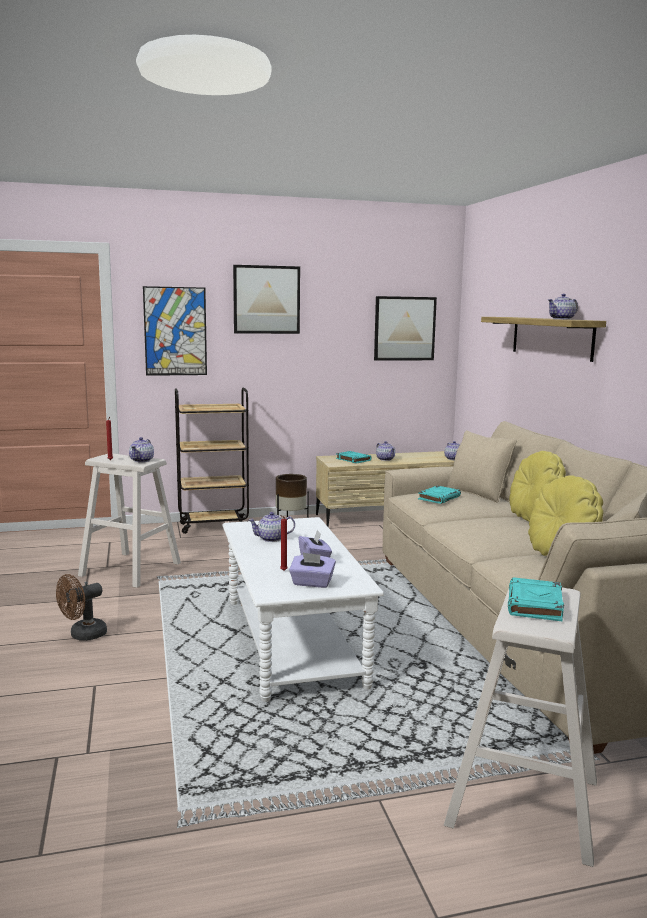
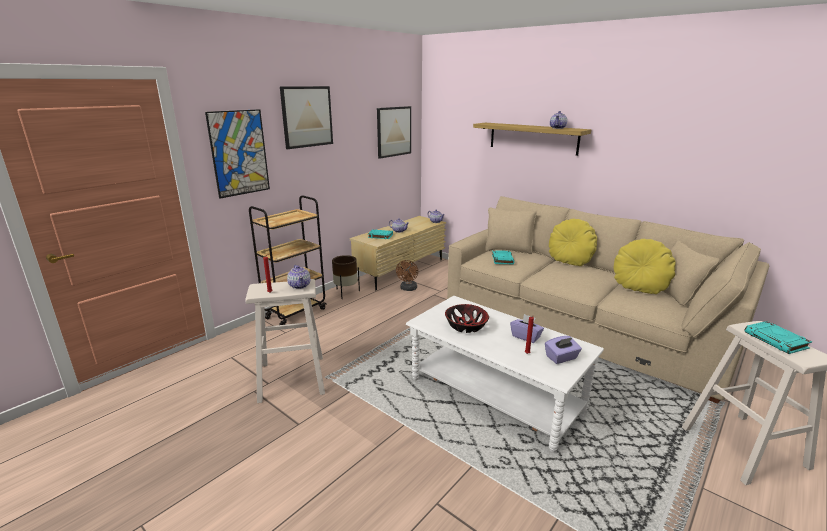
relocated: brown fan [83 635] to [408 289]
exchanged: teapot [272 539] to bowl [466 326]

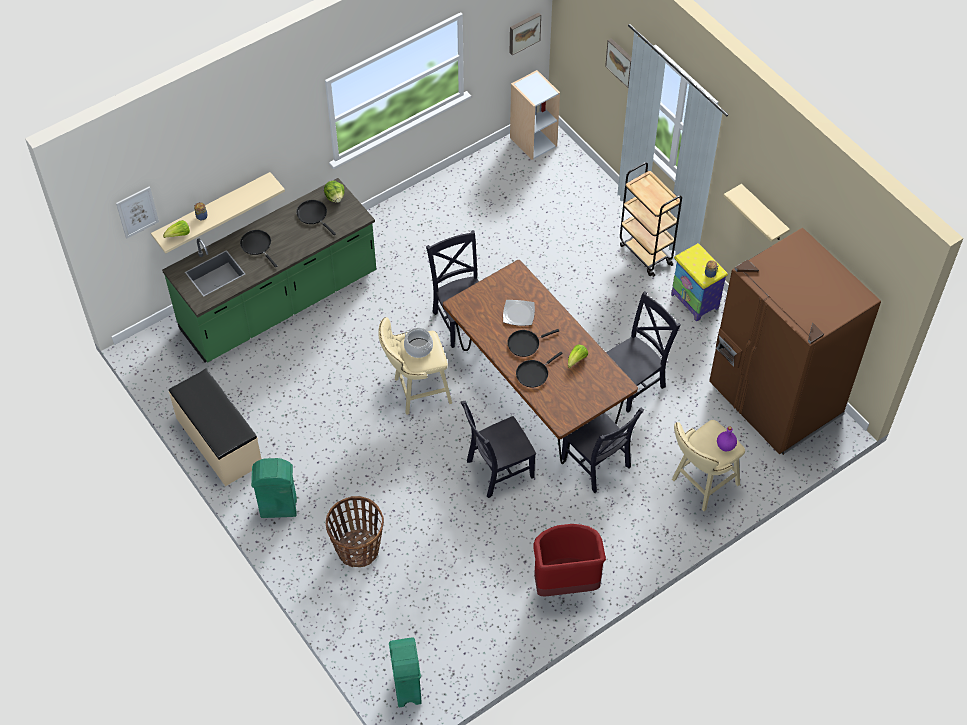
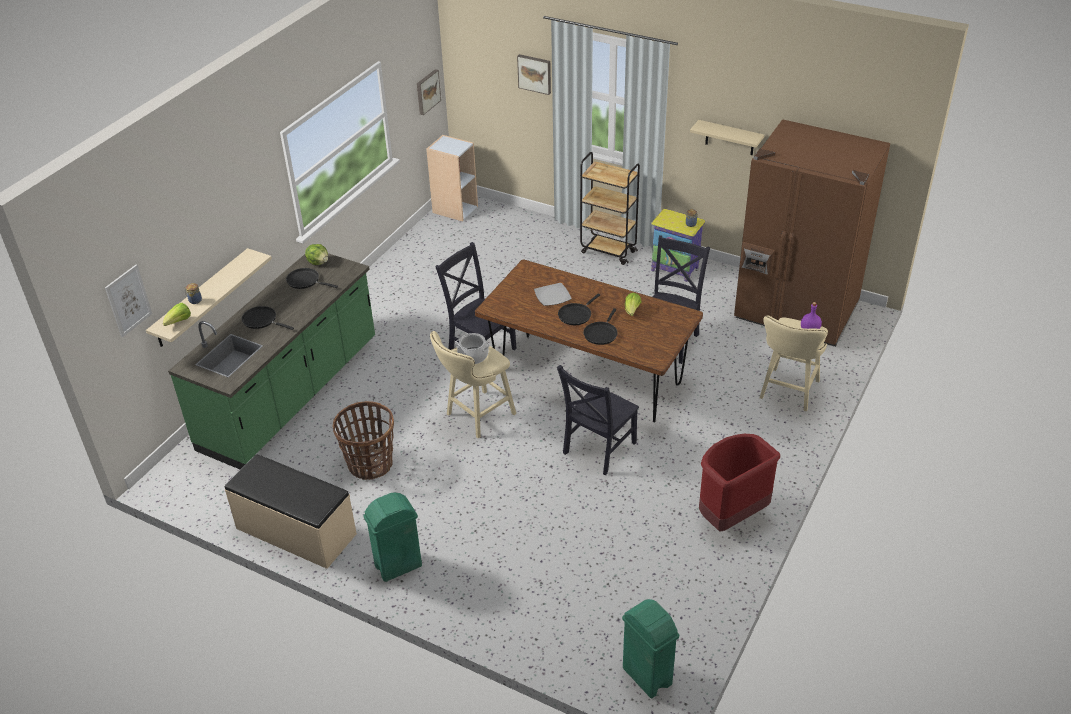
missing: black chair [597 465]
relocated: basket [357 548] to [370 464]

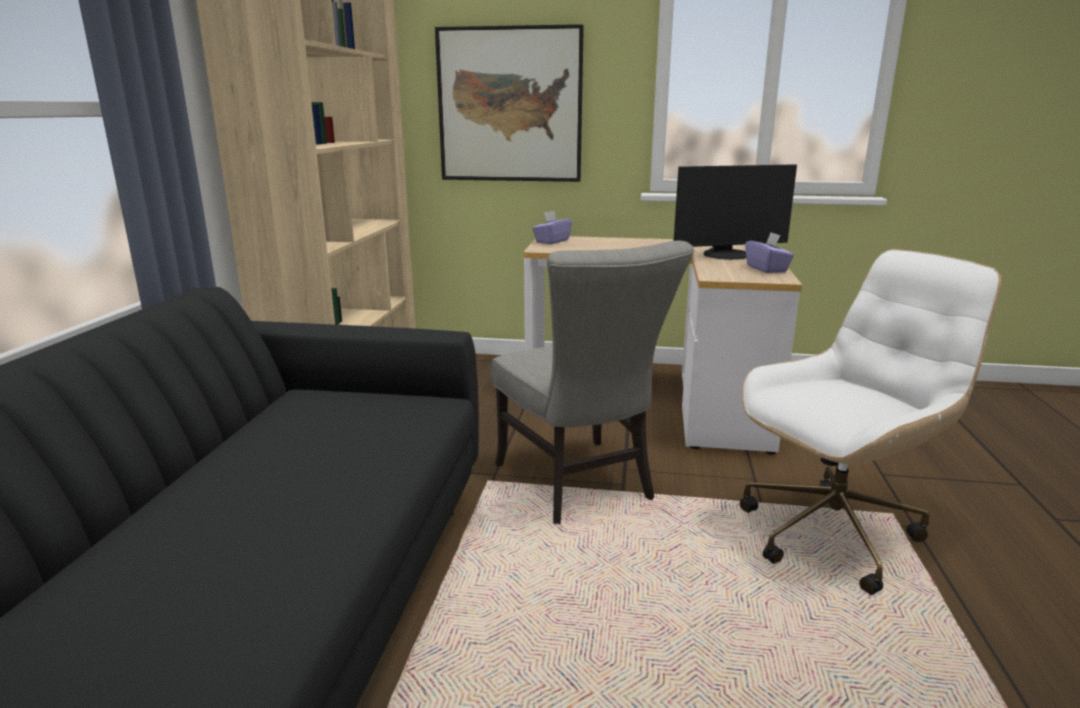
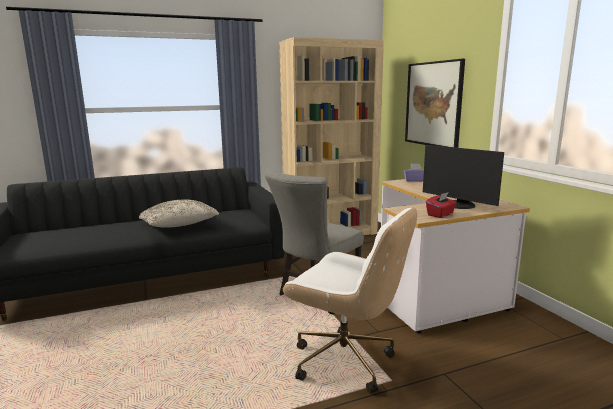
appeared: beige pillow [178 225]
colour: purple tissue box [767 269] to red tissue box [440 214]

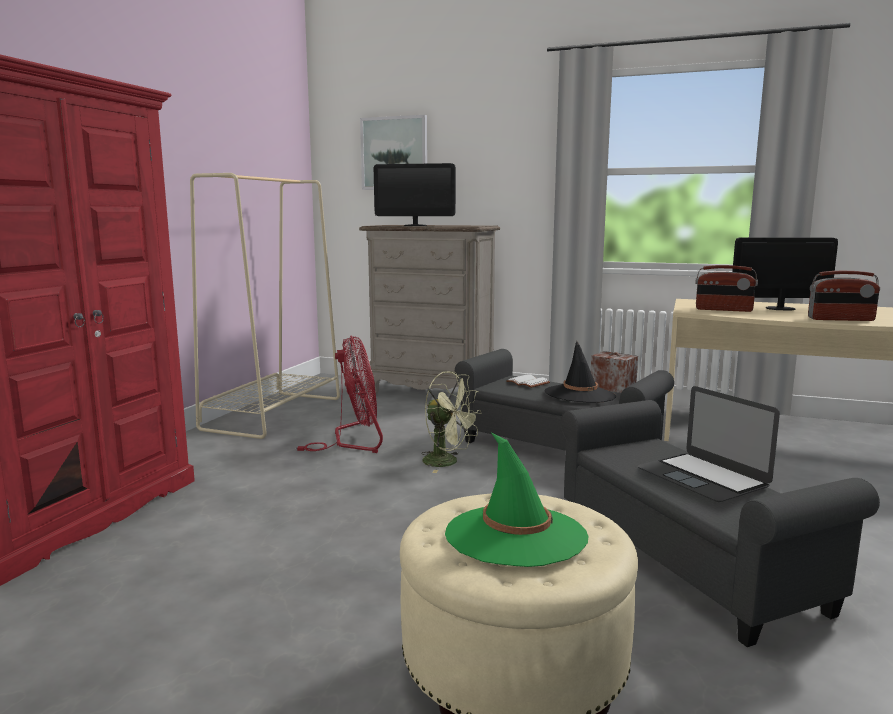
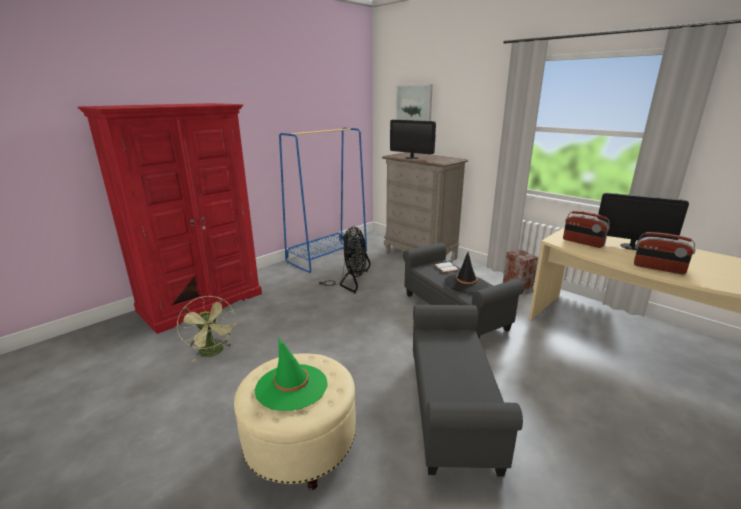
missing: laptop [702 477]
relocated: green fan [448 462] to [213 353]
colour: beige clothes rack [273 414] to blue clothes rack [327 257]; red fan [351 439] to black fan [350 281]

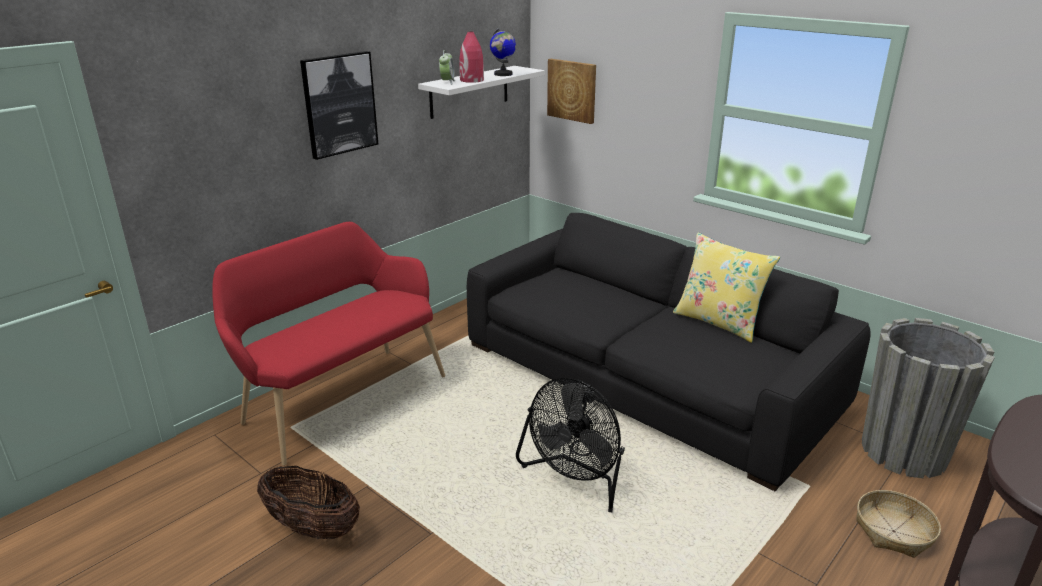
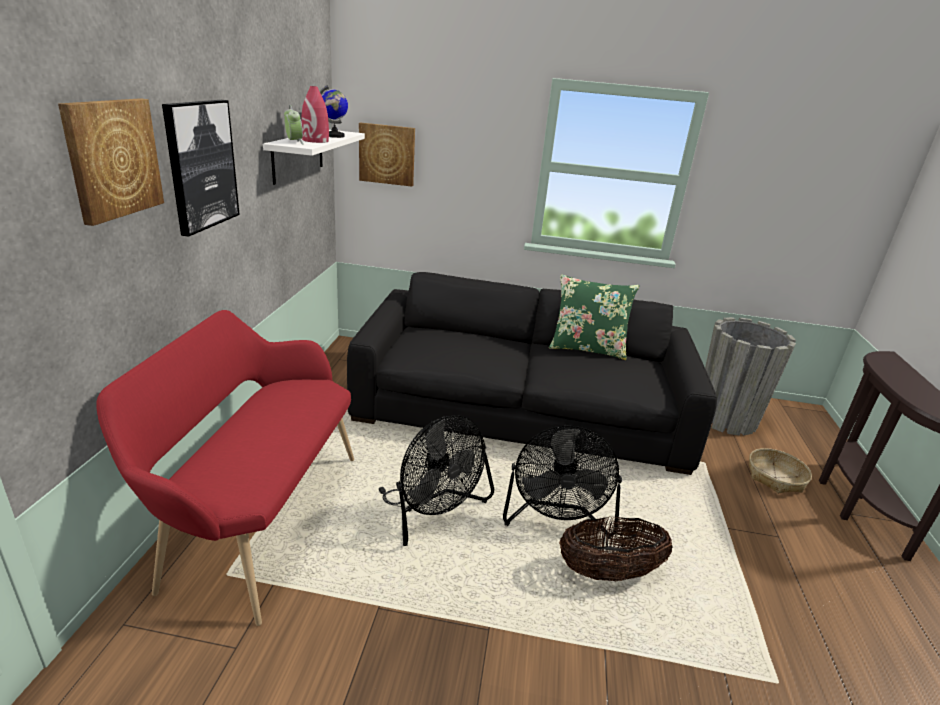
appeared: picture [113 158]; black fan [431 512]
relocated: basket [312 527] to [608 572]
colour: yellow pillow [718 322] to green pillow [587 348]

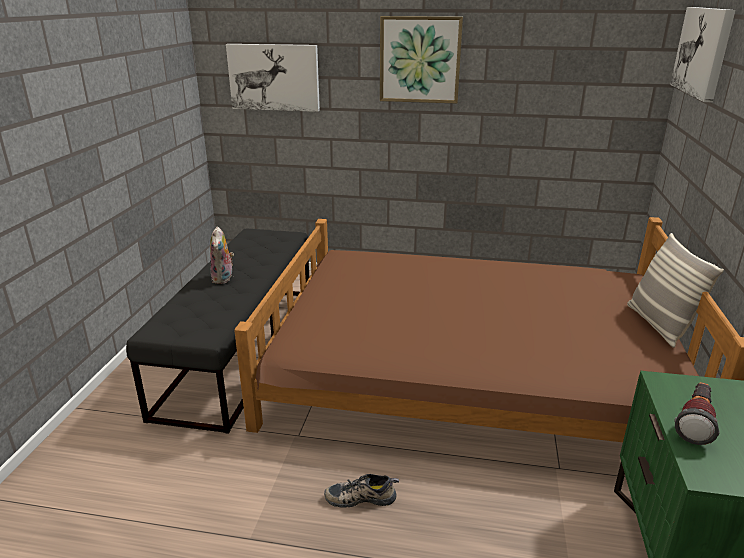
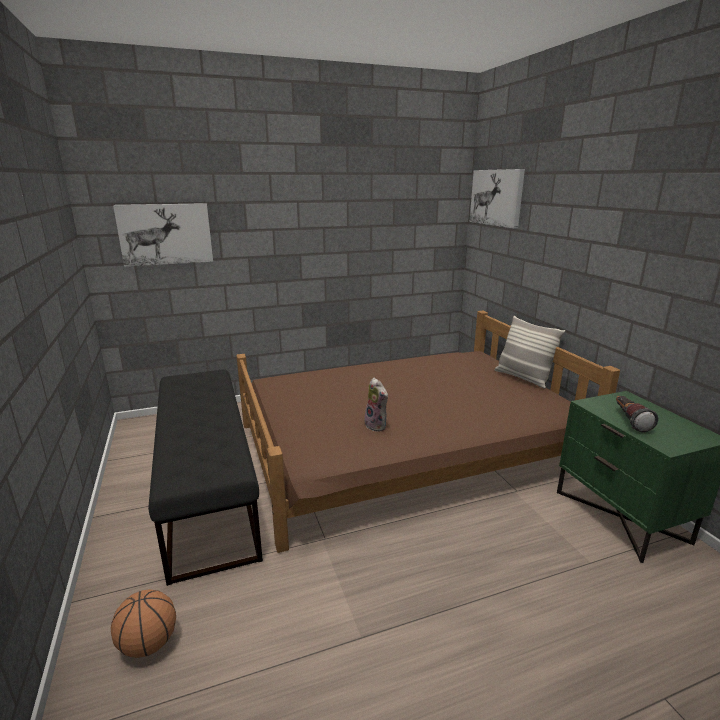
missing: shoe [361 496]; picture [420 60]
appeared: basketball [149 644]
relocated: plush toy [224 279] to [377 425]

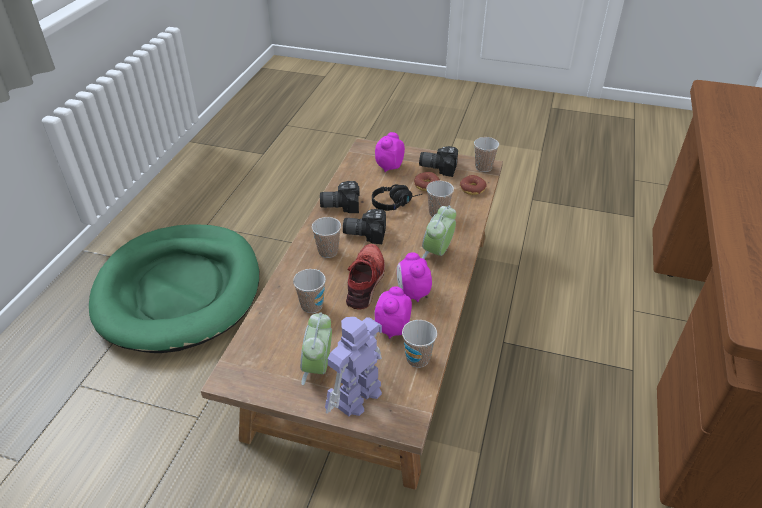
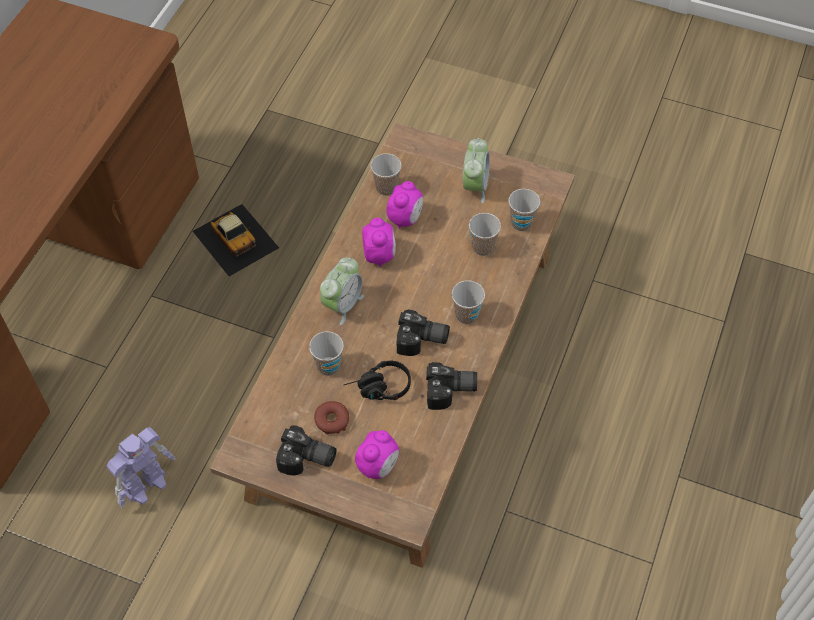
missing: green dog bed [179 290]; red shoe [366 281]; donut [472 189]
appeared: toy car [235 239]
relocated: toy robot [357 397] to [147 484]; cup [483 167] to [521 223]

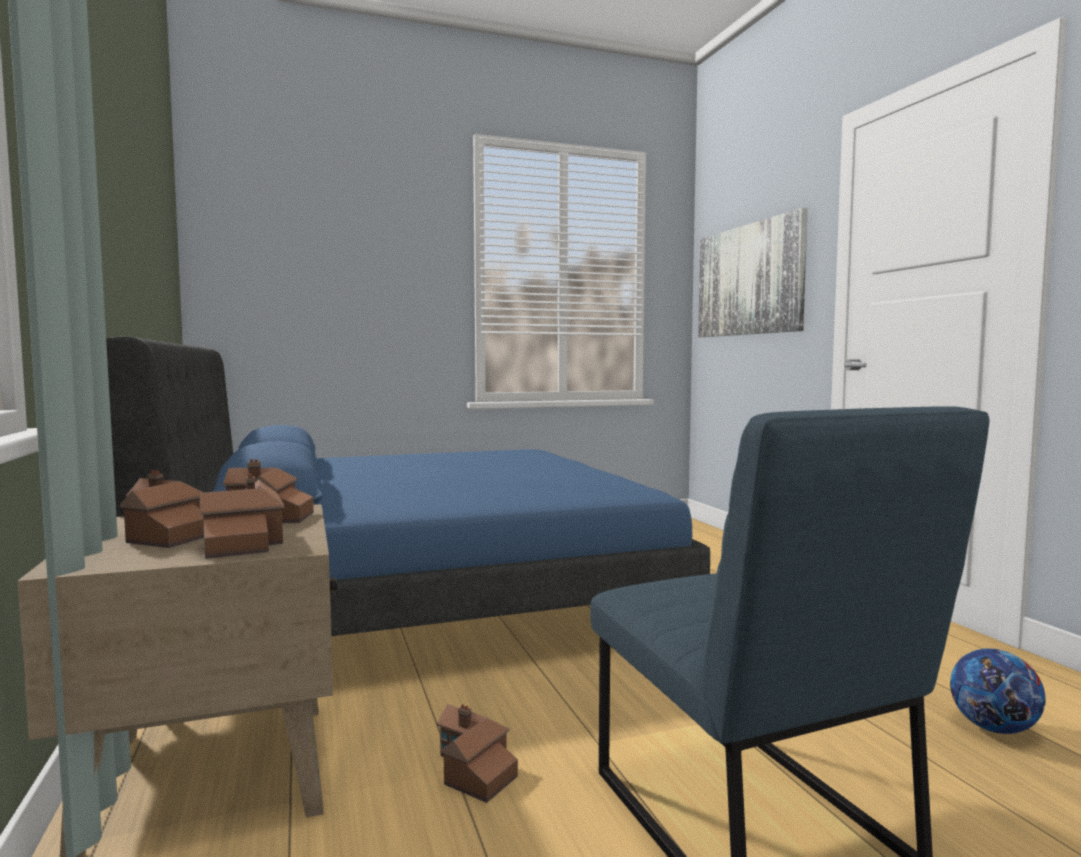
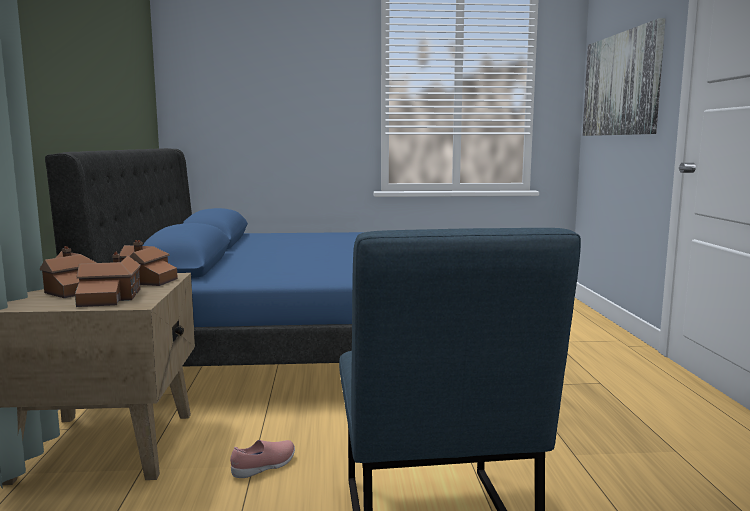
missing: football [993 728]
exchanged: toy house [472 770] to pink shoe [264 467]

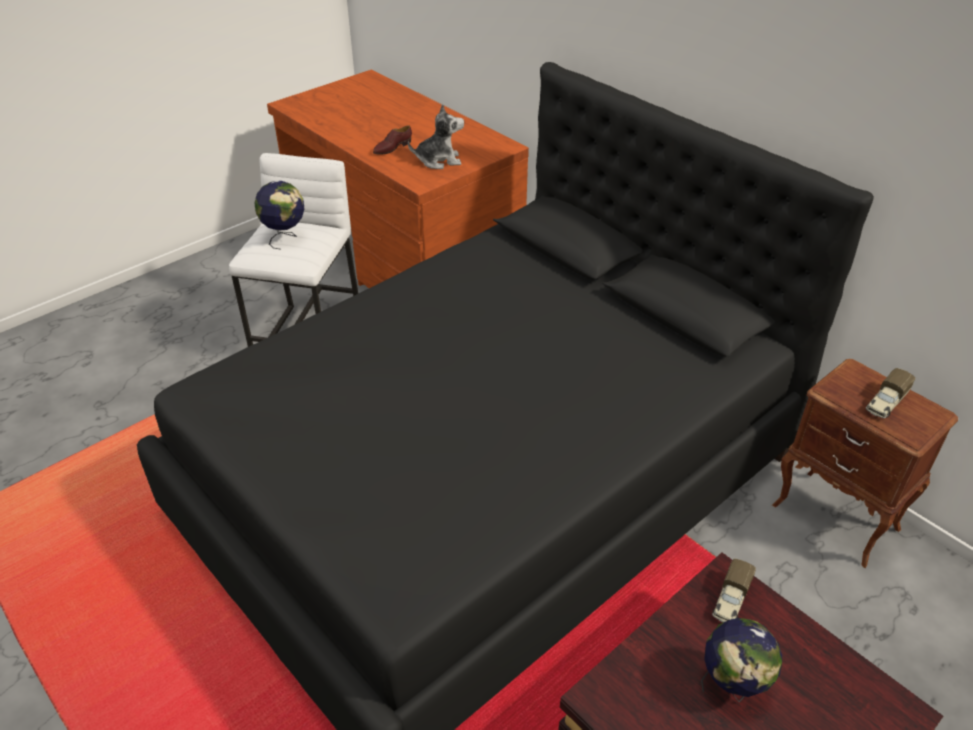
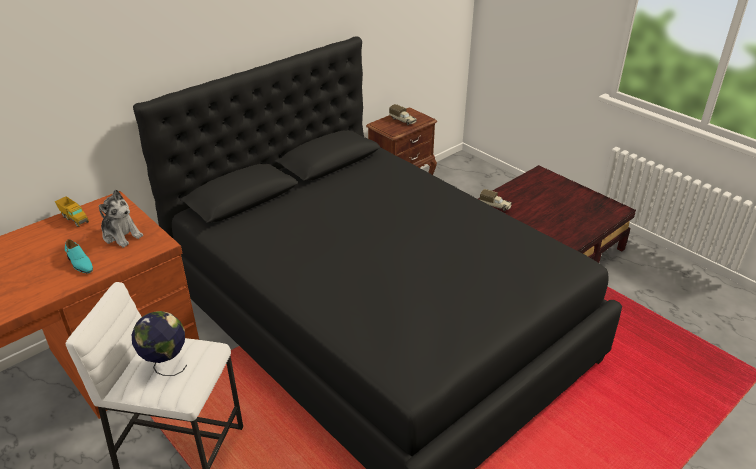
missing: globe [732 686]
appeared: toy truck [74 219]
colour: brown shoe [392 148] to turquoise shoe [80 263]
spun: plush toy [439 160] = [121 235] 135 degrees clockwise

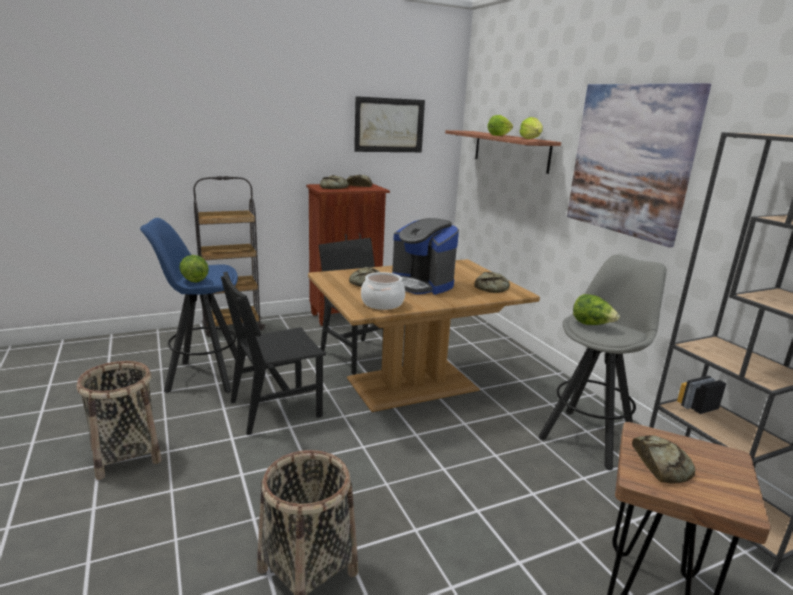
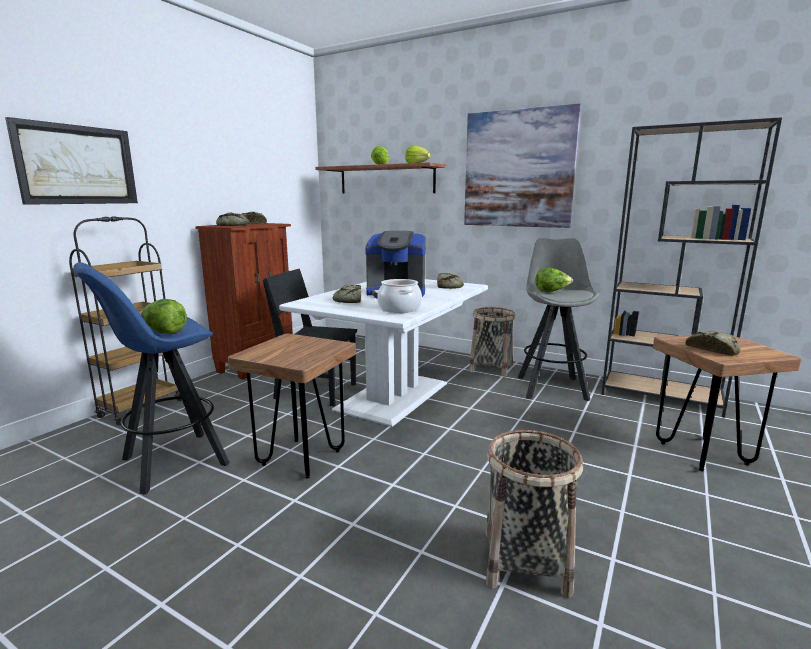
relocated: basket [126 455] to [491 368]; picture [389 125] to [77 165]
exchanged: black chair [275 408] to brown stool [301 458]
colour: brown dining table [413 385] to white dining table [394 396]

